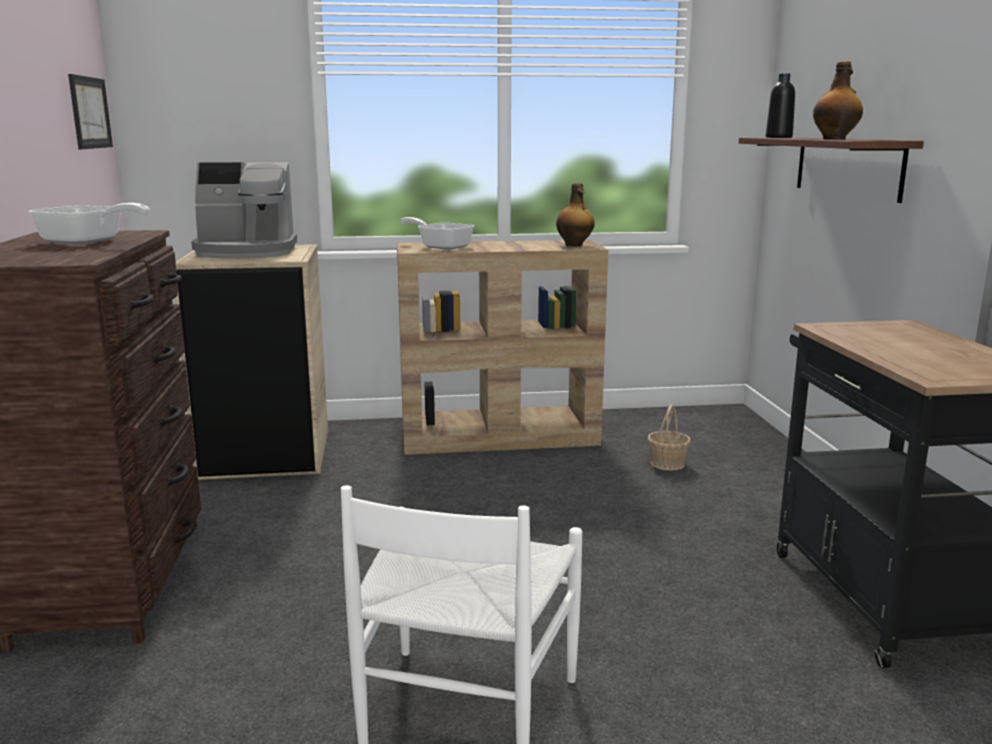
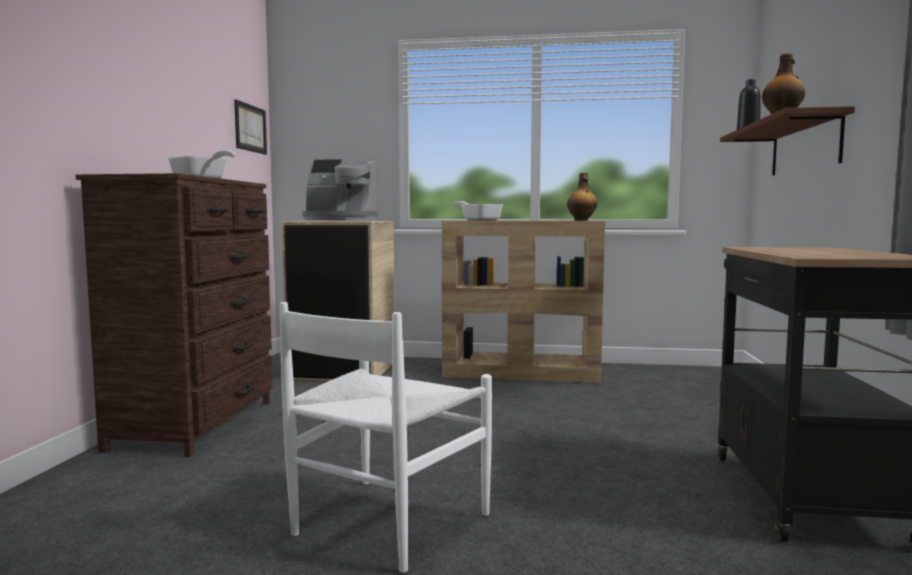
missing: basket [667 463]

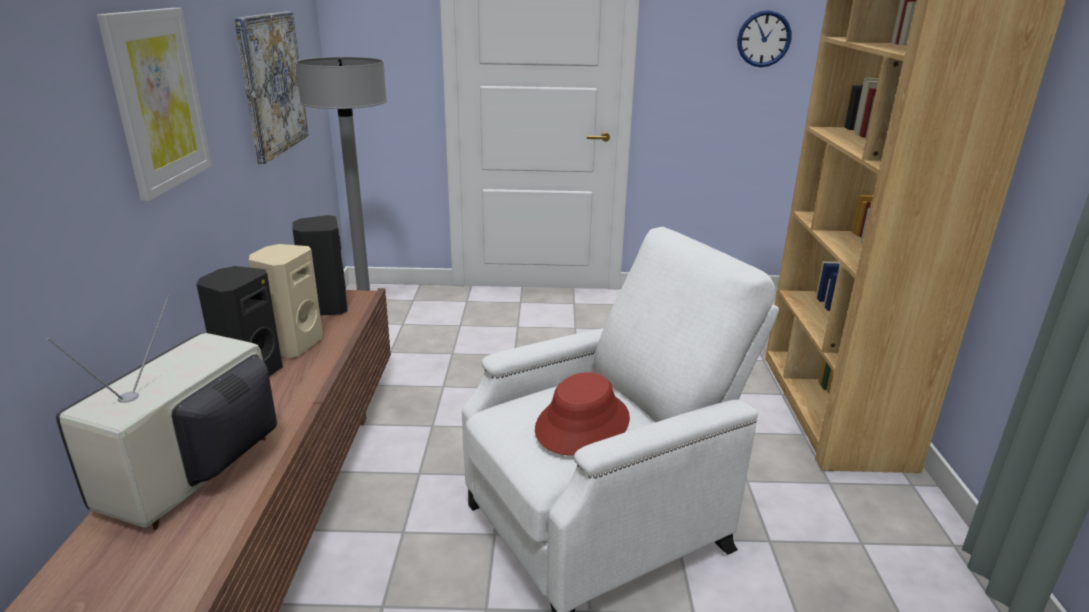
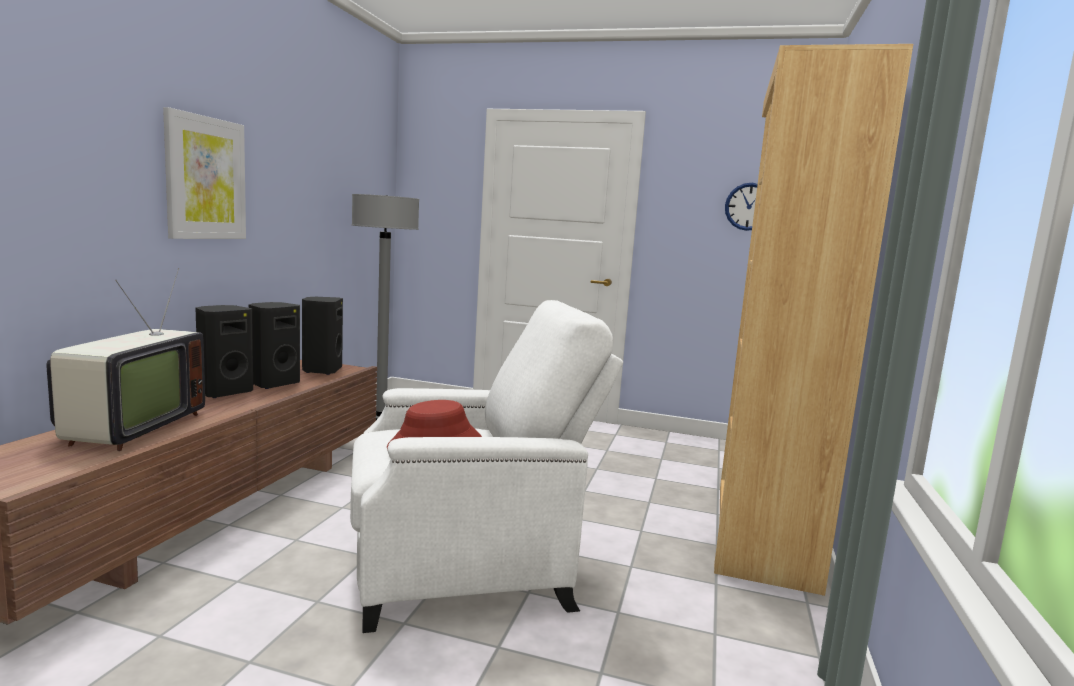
missing: picture [272 84]
colour: beige speaker [292 345] to black speaker [273 383]
spun: television [199 472] = [130 429] 150 degrees clockwise

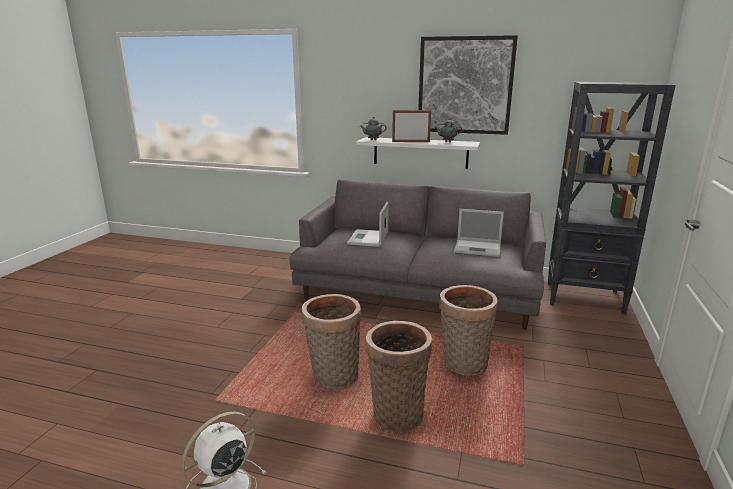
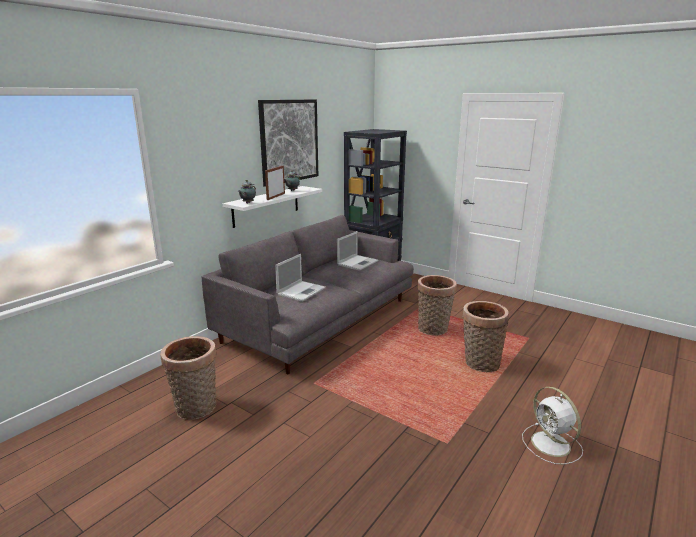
relocated: basket [333 377] to [196 409]
spun: laptop [368 239] = [301 291] 90 degrees counterclockwise

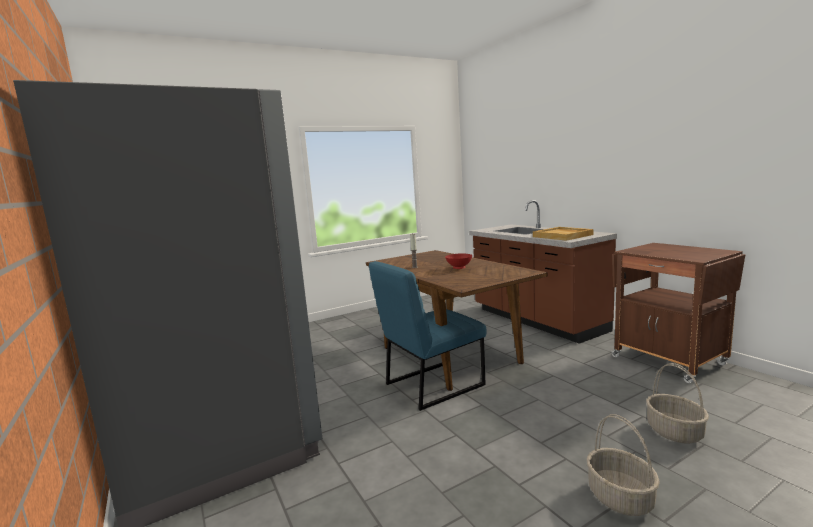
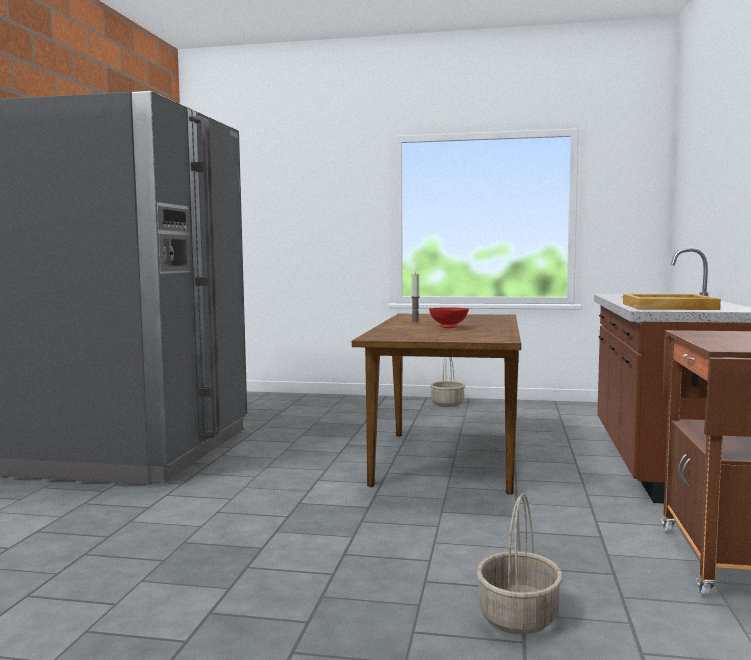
missing: blue chair [431 385]
relocated: basket [621 498] to [447 404]

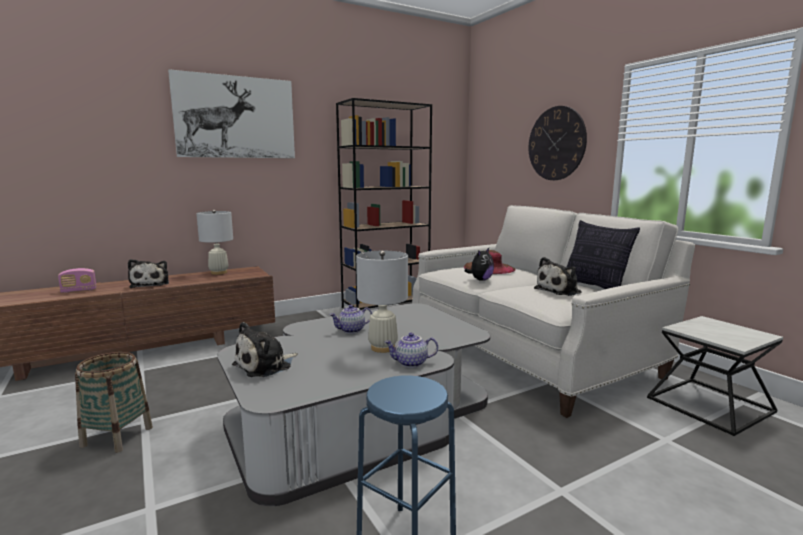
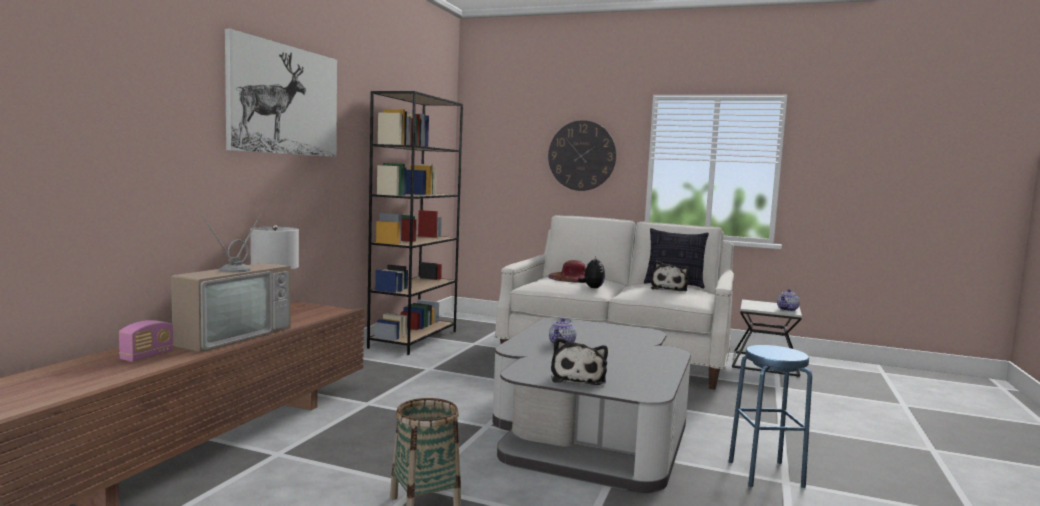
missing: white table lamp [382 348]
relocated: teapot [411 363] to [787 310]
exchanged: plush toy [151 284] to television [230 335]

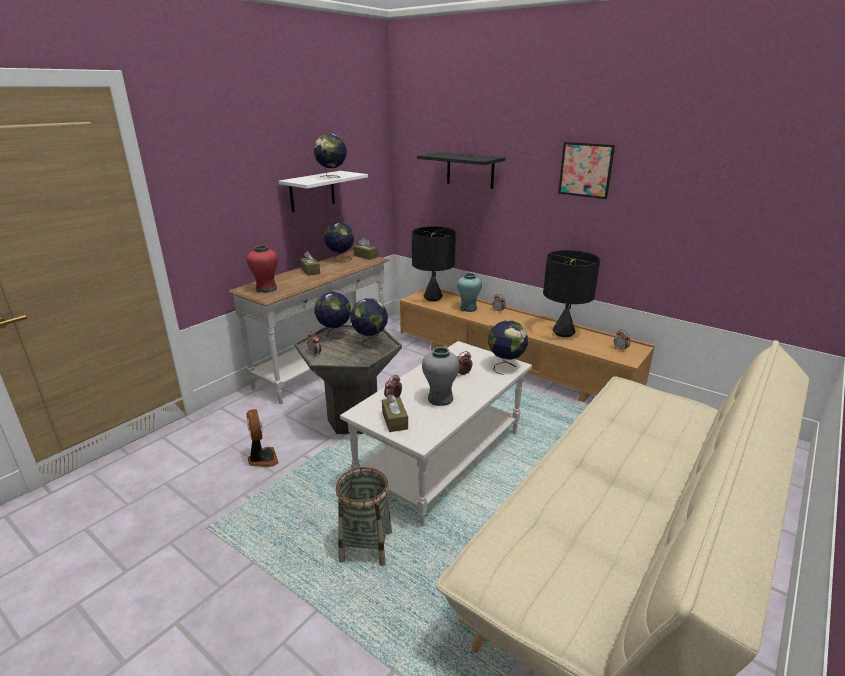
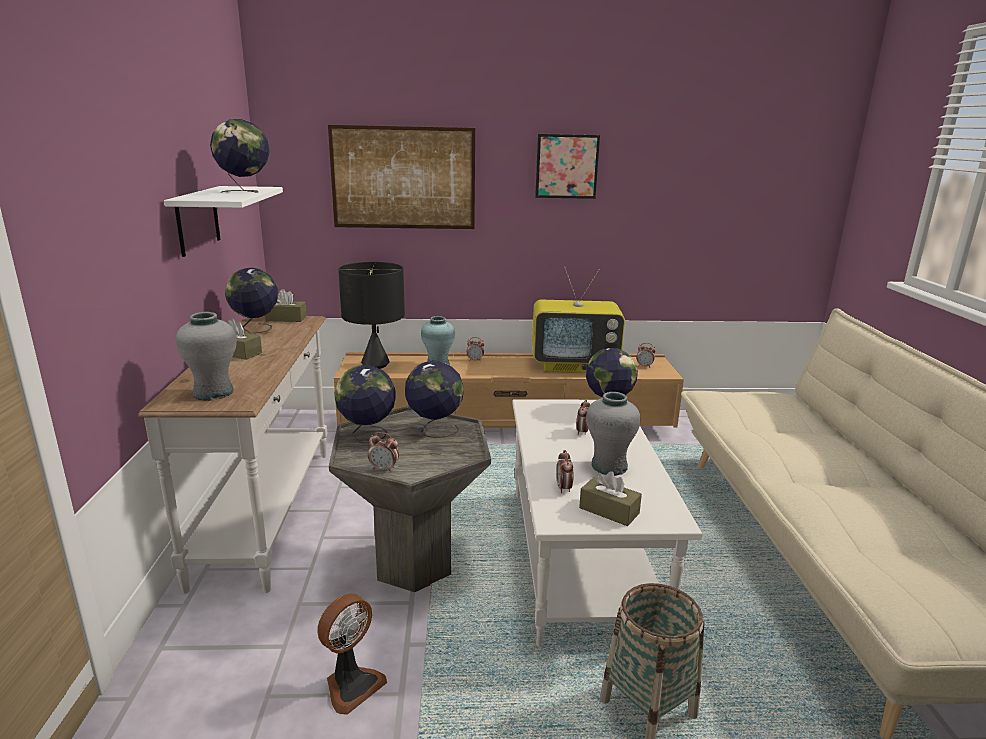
exchanged: black shelf [470 170] to picture [403 178]; black table lamp [563 333] to television [574 365]
colour: red vase [266 289] to grey vase [214 393]
spun: fan [262 459] = [351 685] 105 degrees clockwise

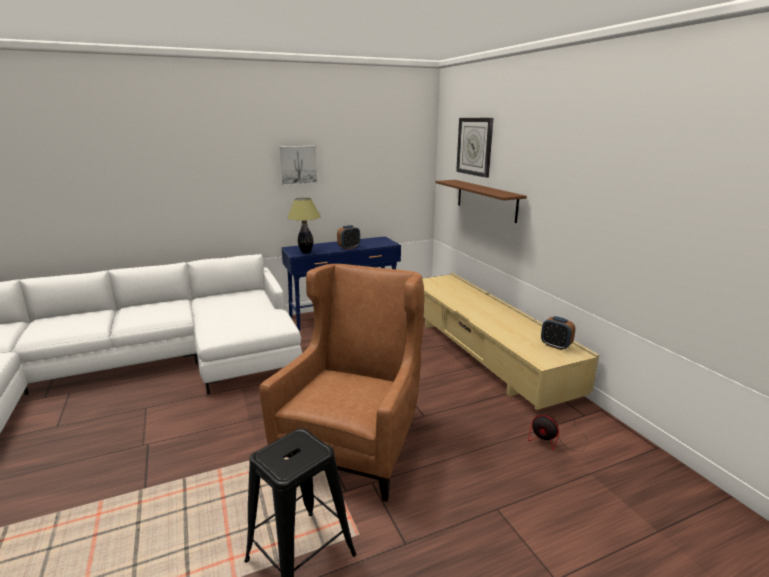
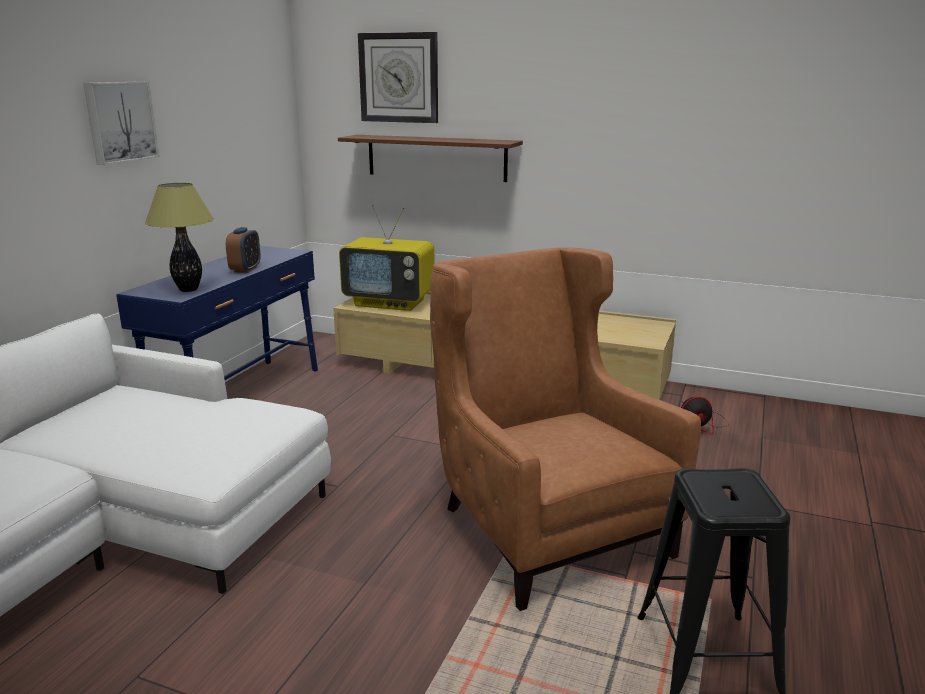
missing: alarm clock [555 346]
appeared: television [390 303]

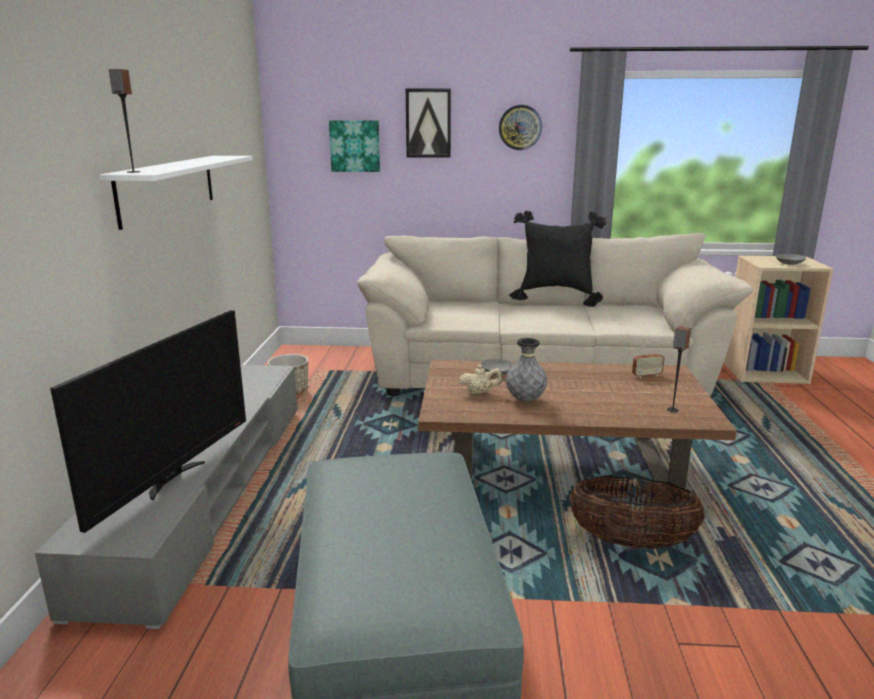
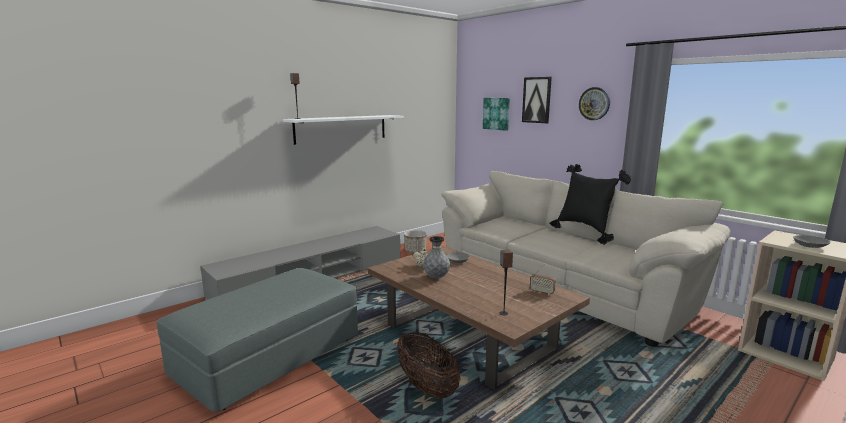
missing: television [173 478]

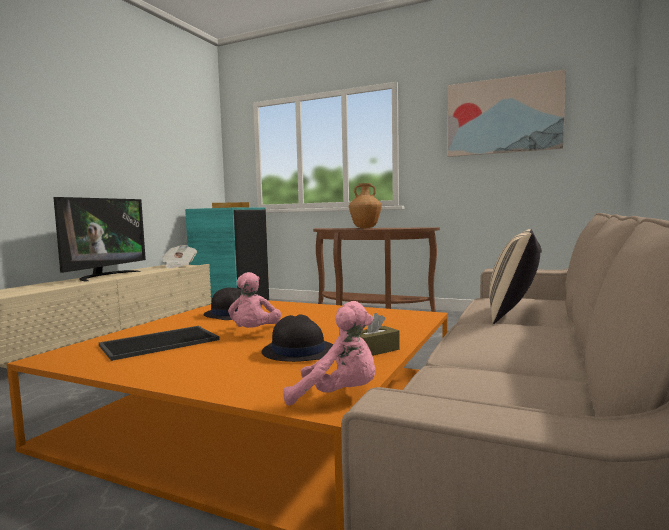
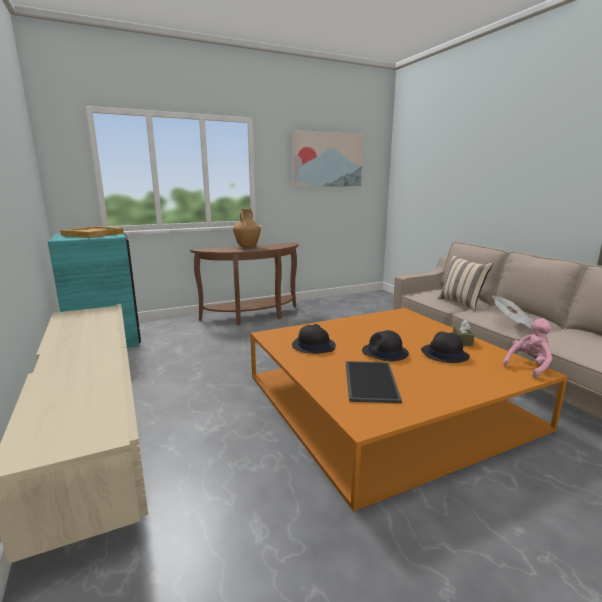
missing: television [104 276]
relocated: newspaper [179 266] to [512 323]
exchanged: pink plush toy [254 333] to black hat [385 353]

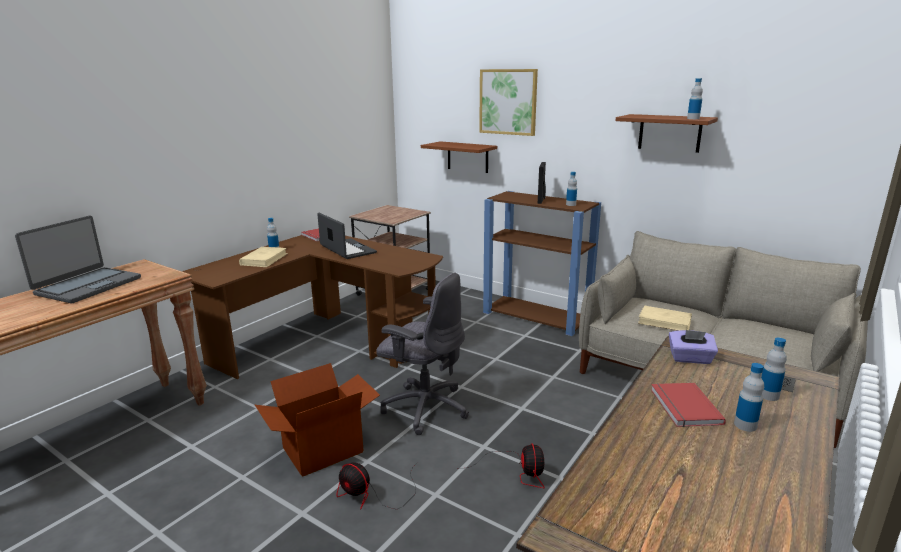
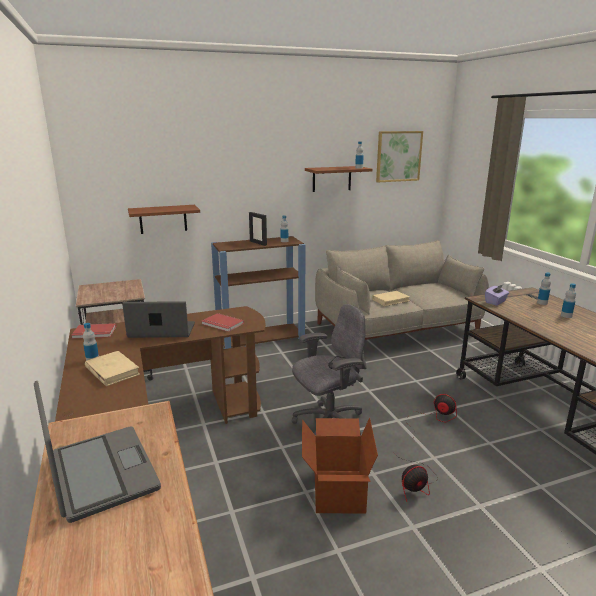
relocated: picture [508 102] to [398 156]; red book [683 407] to [222 324]

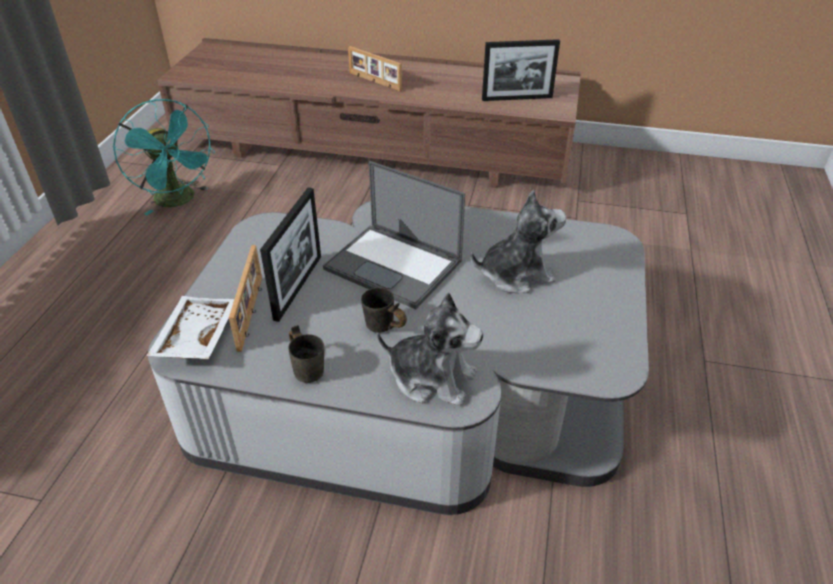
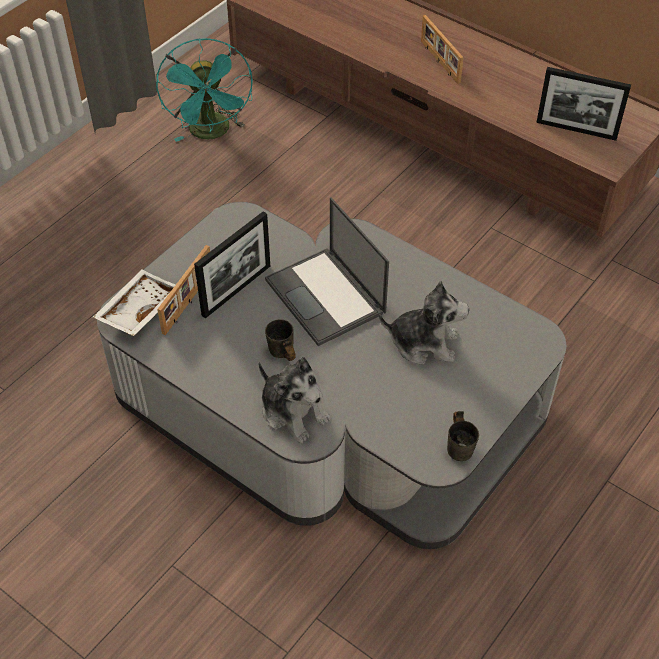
relocated: grey mug [309 367] to [462 445]

